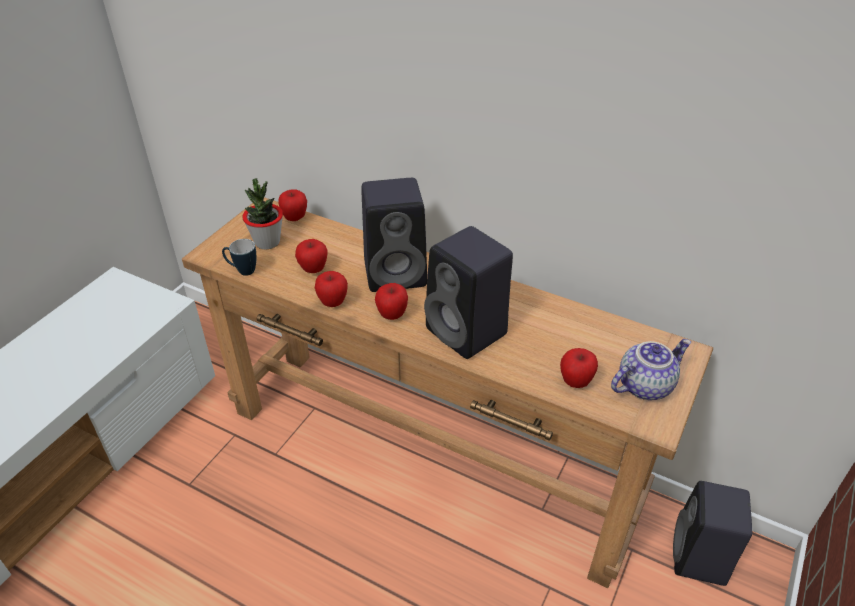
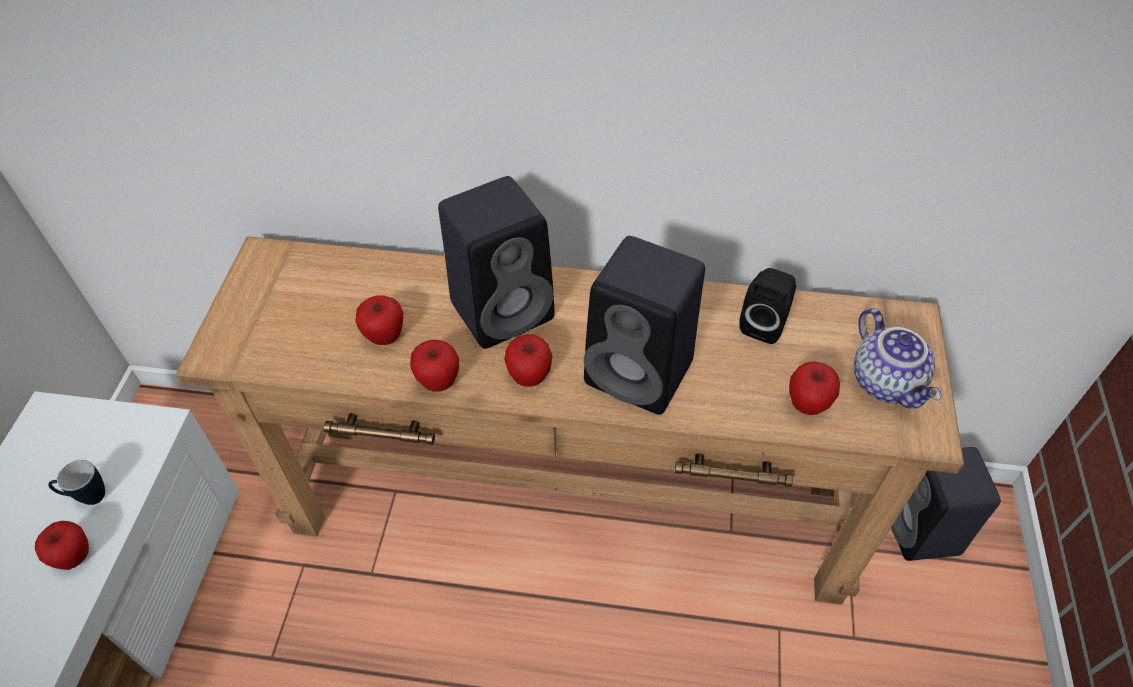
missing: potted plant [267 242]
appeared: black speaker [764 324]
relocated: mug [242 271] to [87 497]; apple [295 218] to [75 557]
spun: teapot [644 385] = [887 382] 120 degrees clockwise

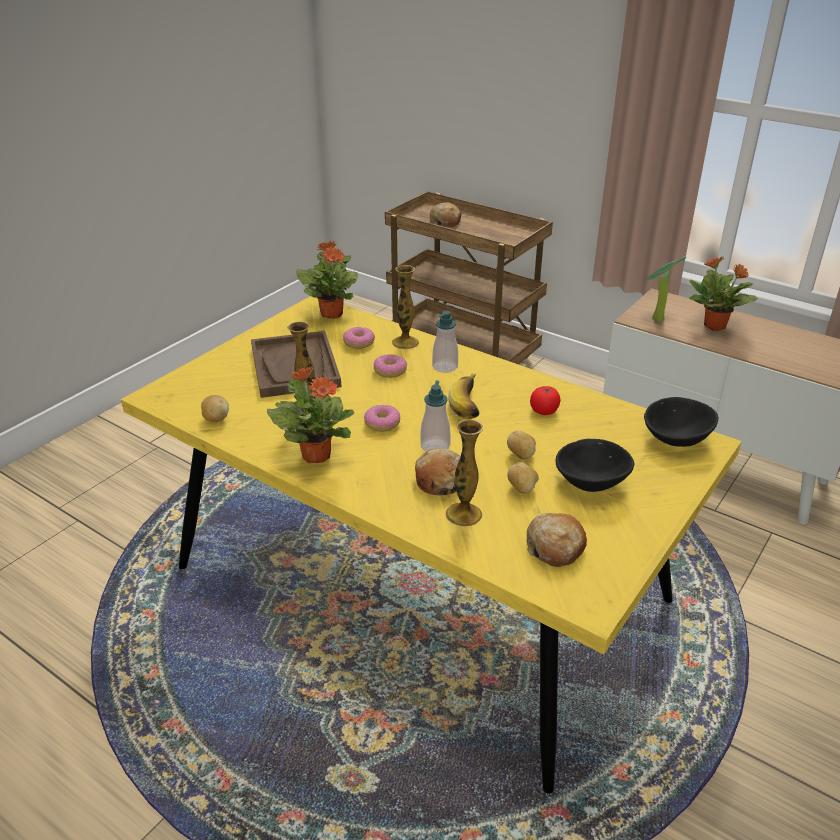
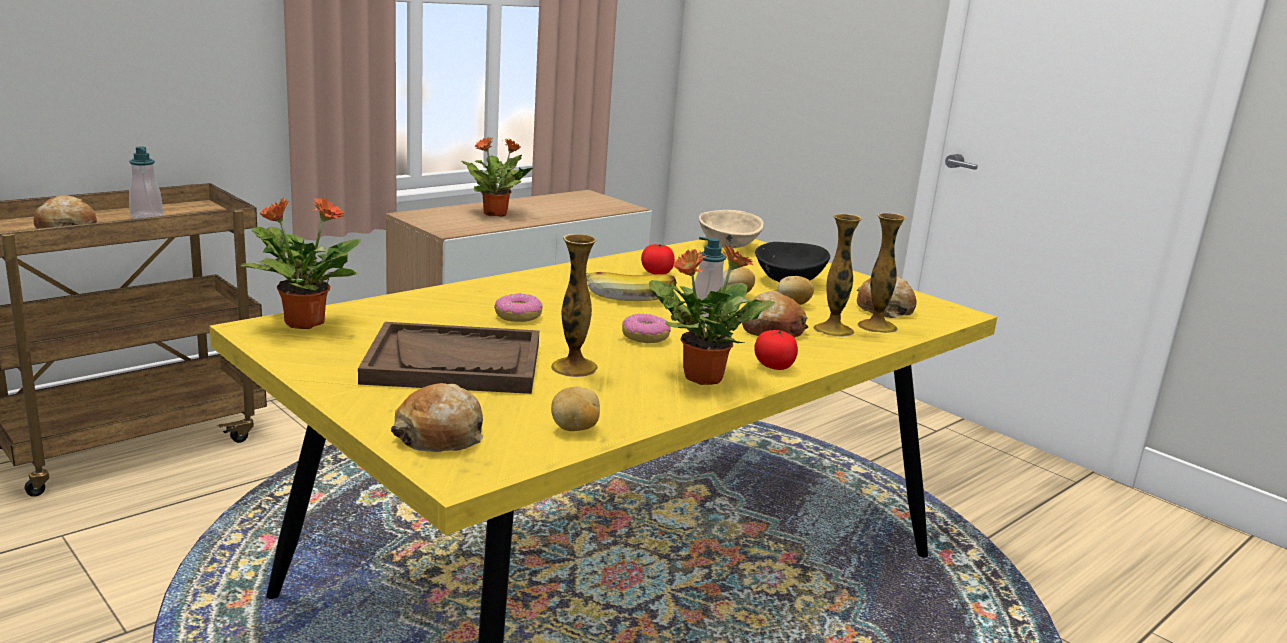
missing: donut [359 343]; potted plant [655 319]
appeared: bread [440 436]; tomato [774 366]
relocated: vase [405 342] to [877 327]; soap dispenser [445 367] to [147 217]
colour: black bowl [676 439] to beige bowl [728 246]

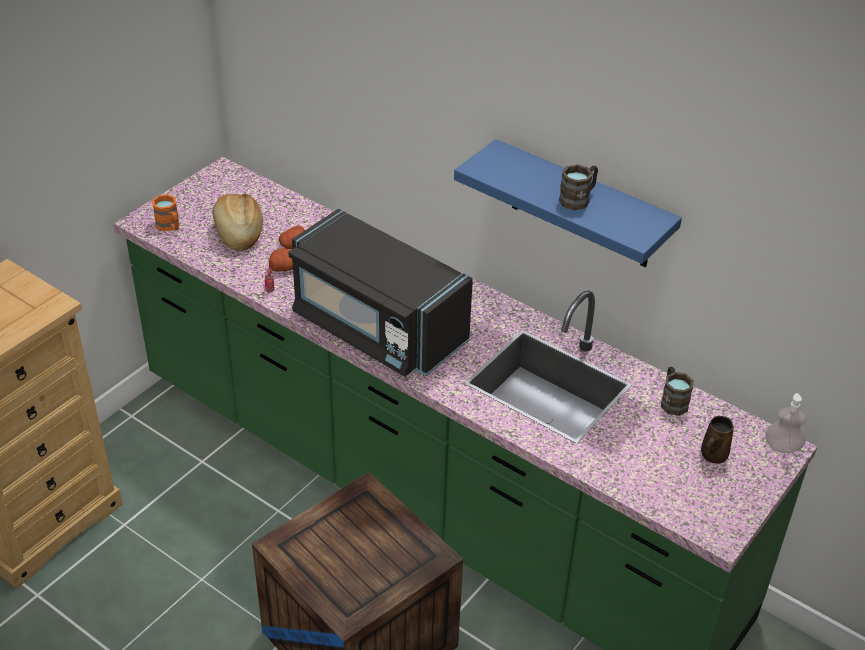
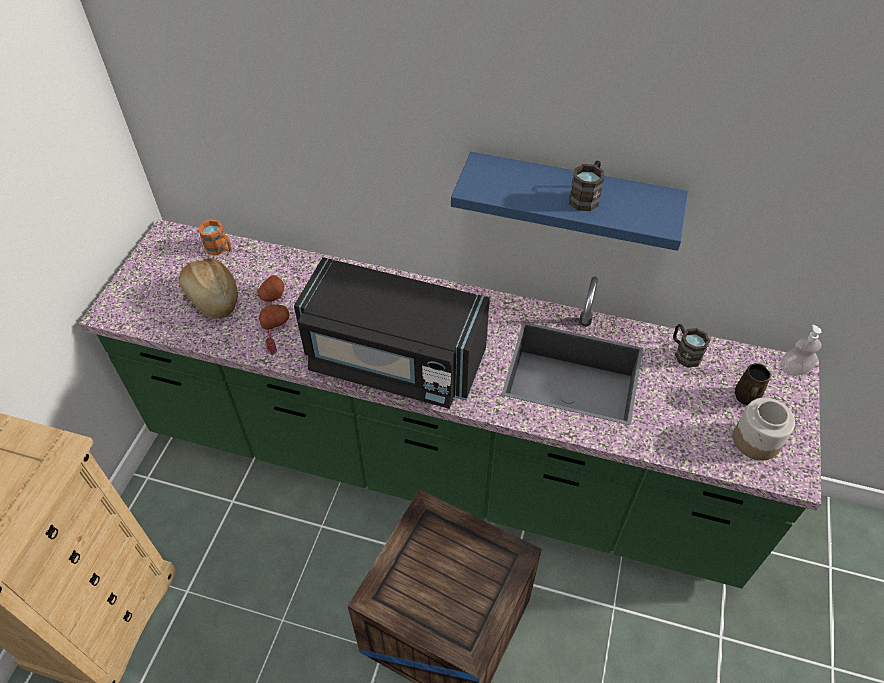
appeared: jar [756 440]
relocated: orange mug [170 226] to [220 249]

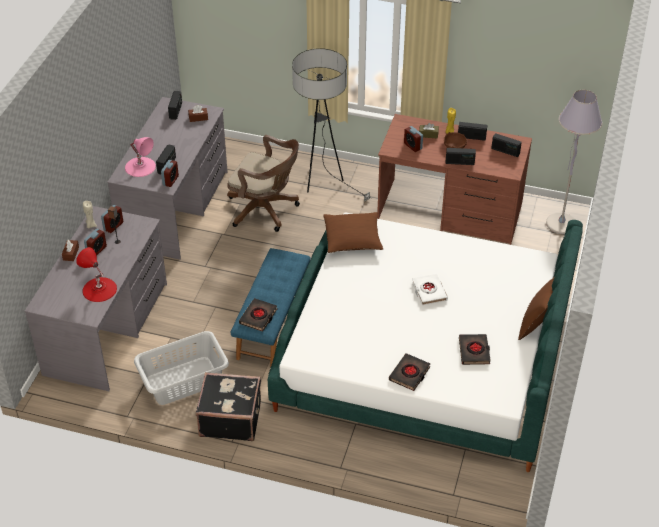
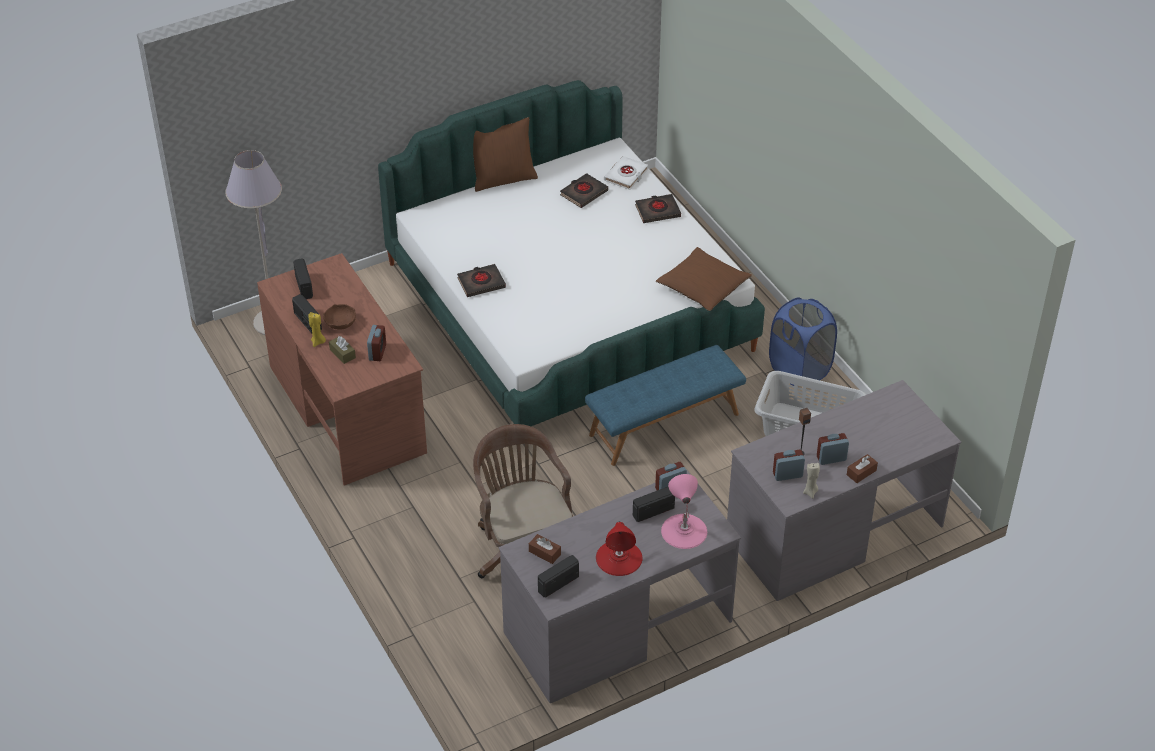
missing: floor lamp [322 183]; radio [459 162]
relocated: red table lamp [99 289] to [619 558]; black book [258 317] to [481 283]; brown pillow [352 239] to [703 287]; white book [429 291] to [626 175]
exchanged: black suitcase [230 418] to blue laundry basket [799 370]

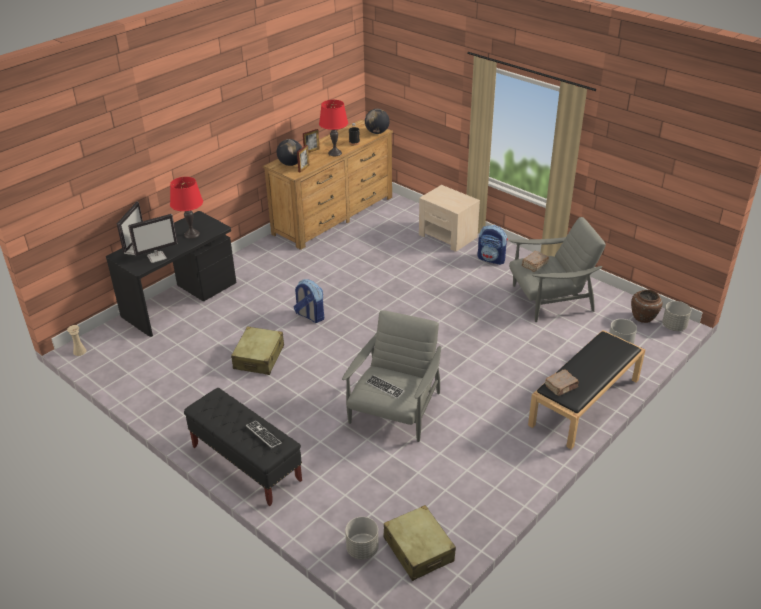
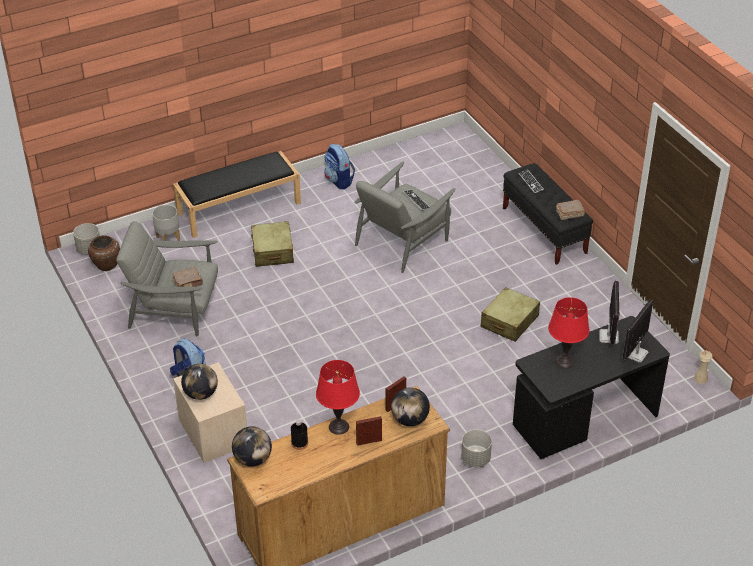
appeared: globe [201 394]
relocated: backpack [310 316] to [339 181]; grey planter [362 549] to [475 459]; beige suitcase [418 549] to [272 251]; brown book [561 387] to [569 214]
spun: monitor [157 257] = [608 336] 105 degrees clockwise

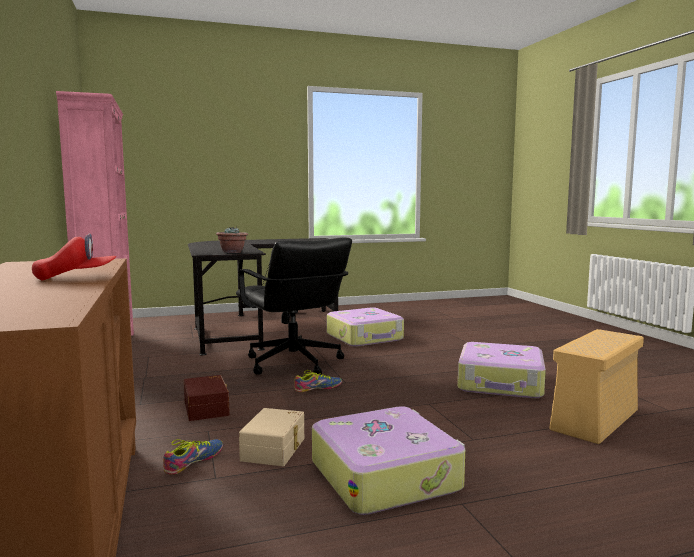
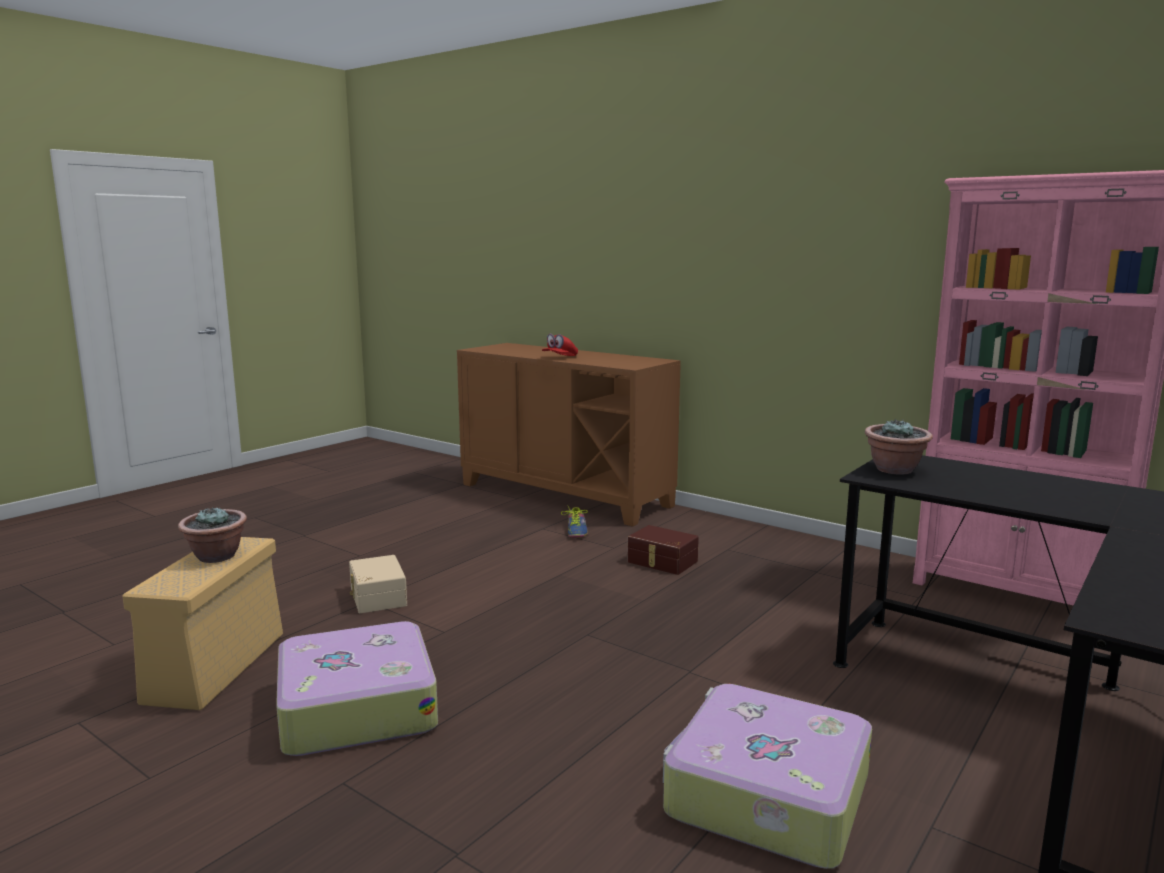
missing: black office chair [293 363]; shoe [318 388]; suitcase [385 475]
appeared: potted plant [216 557]
relocated: beige storage box [275 449] to [376 597]

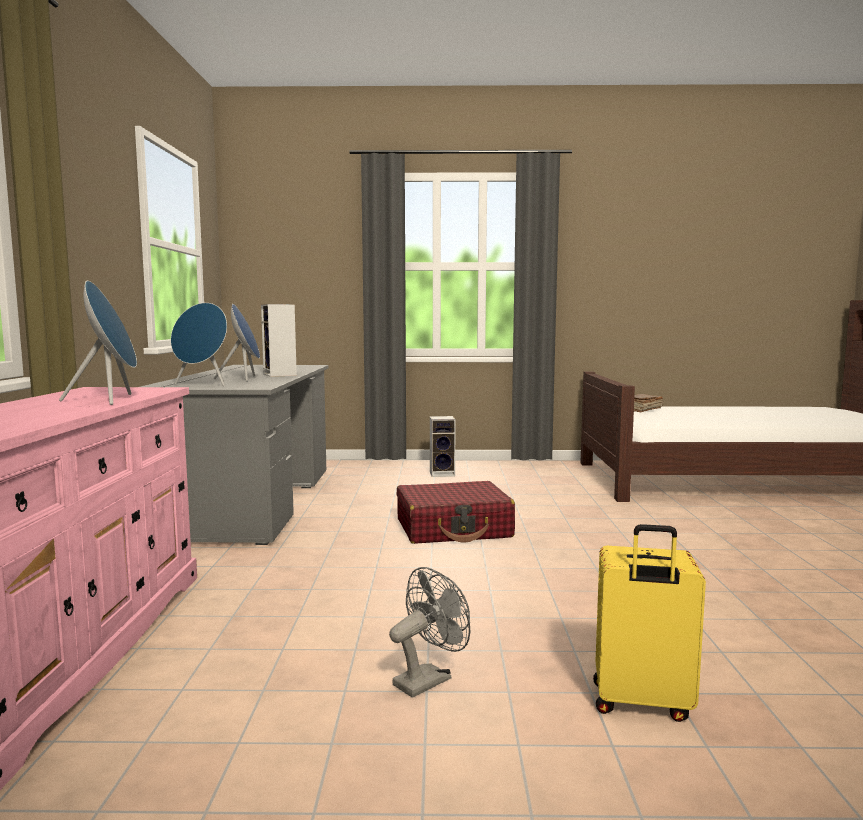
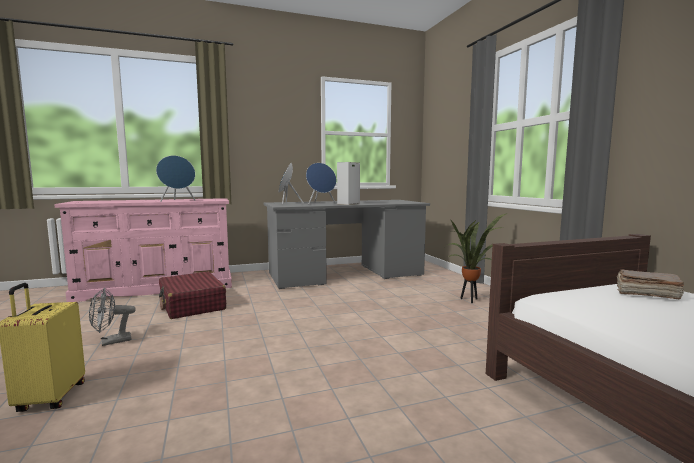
relocated: red suitcase [454 529] to [192 305]
exchanged: speaker [443 473] to potted plant [471 300]
spun: grey fan [428 679] = [111 342] 120 degrees clockwise

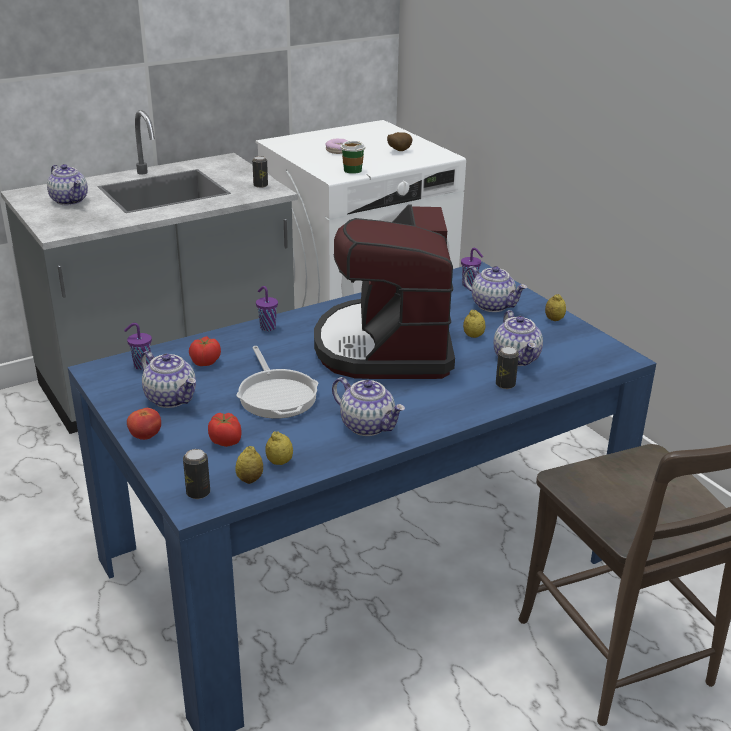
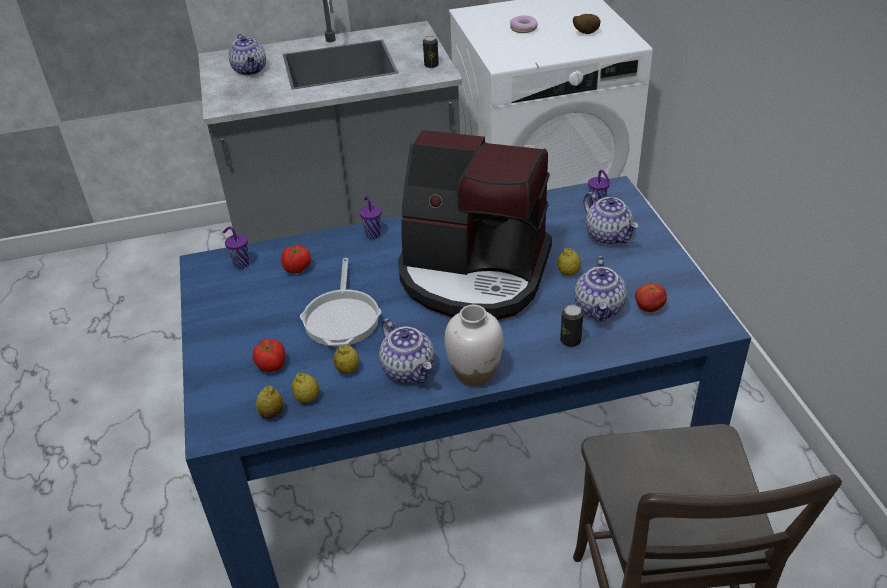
missing: teapot [171 398]; can [198 493]; cup [352 170]
appeared: white vase [474 373]
relocated: tomato [145 436] to [649 308]; lemon [554 319] to [347 370]
spun: coffee machine [386 347] = [474 274] 90 degrees counterclockwise

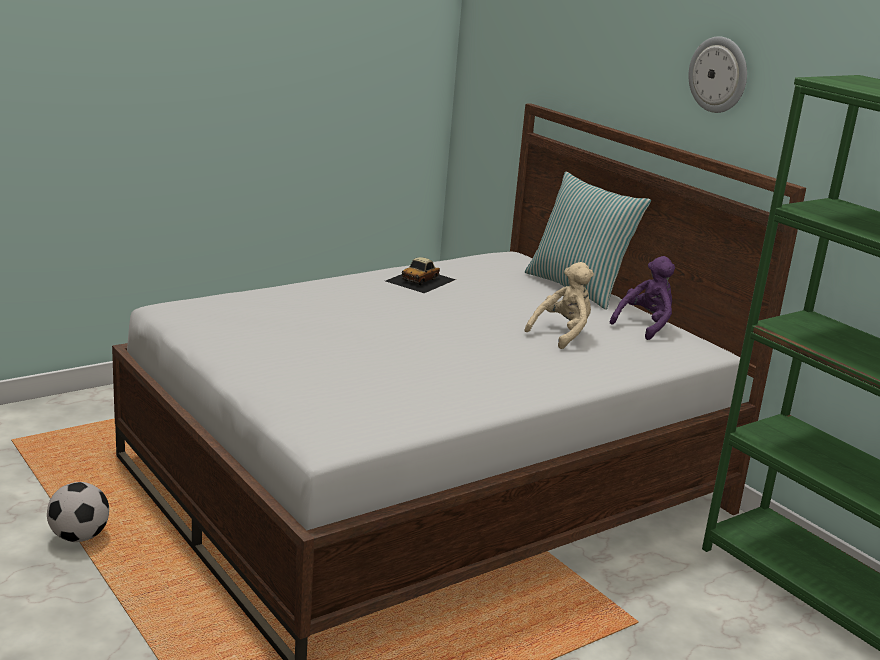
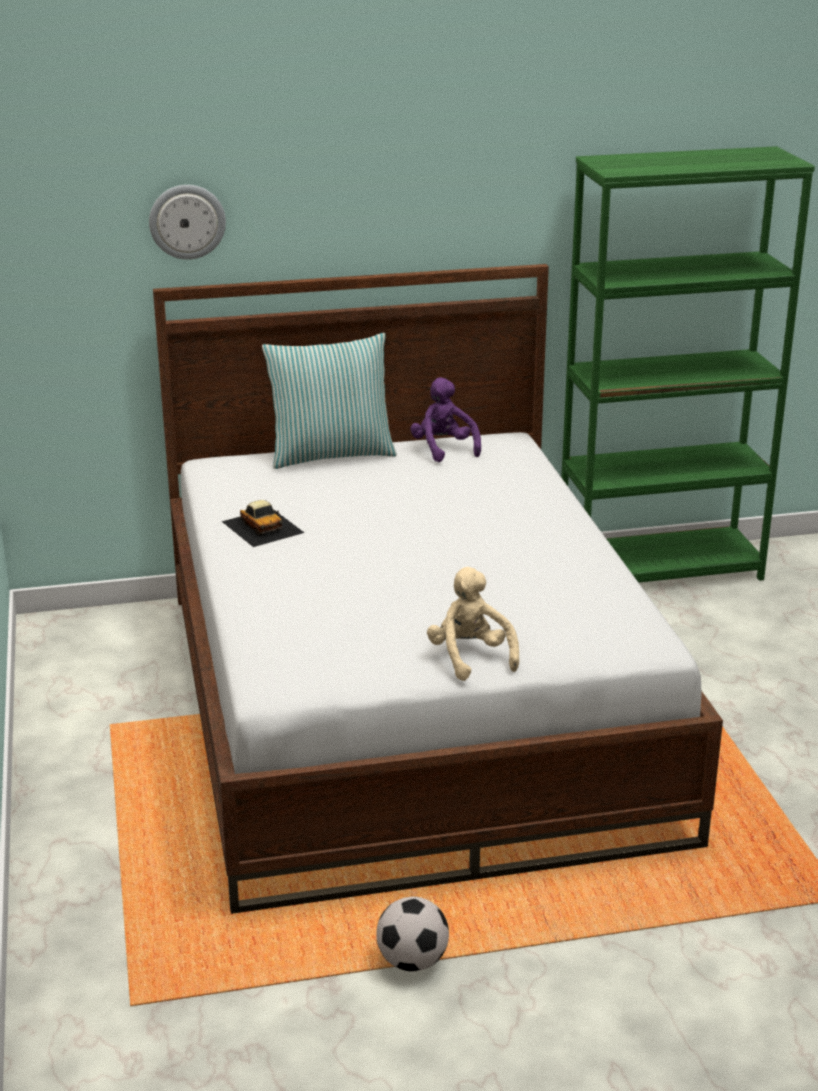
relocated: beige plush toy [562 334] to [470 657]; wall clock [719 74] to [187 221]

